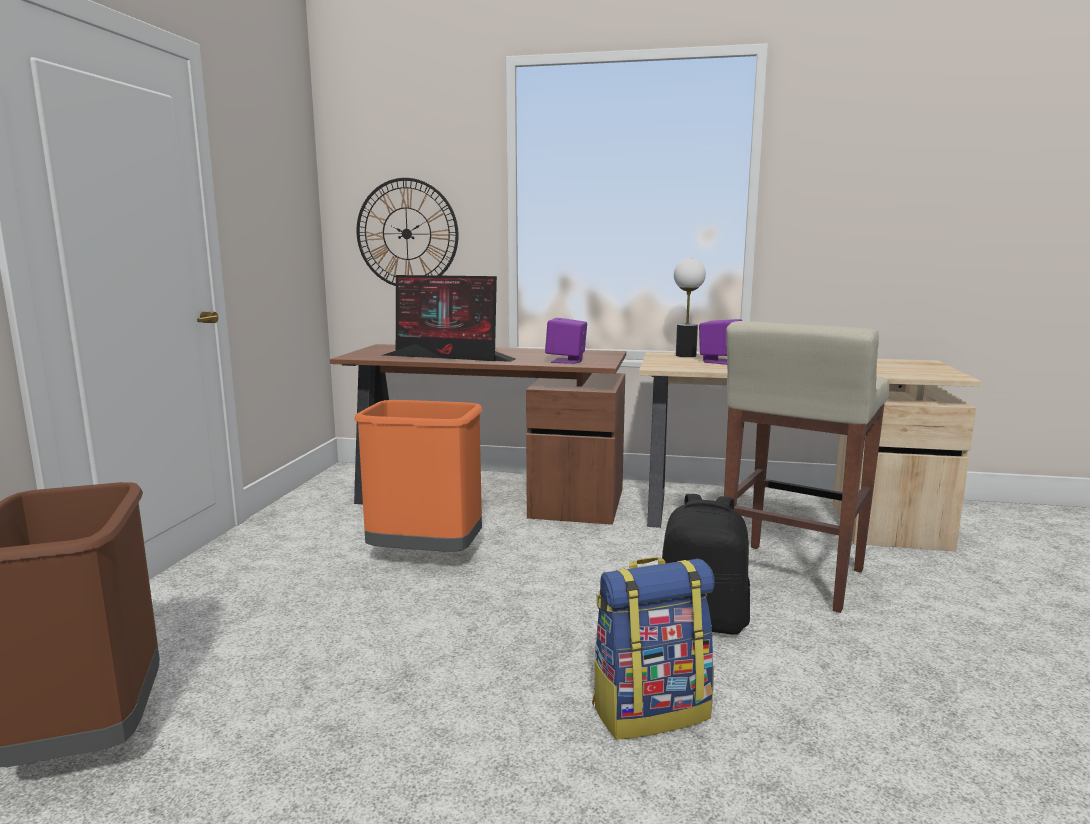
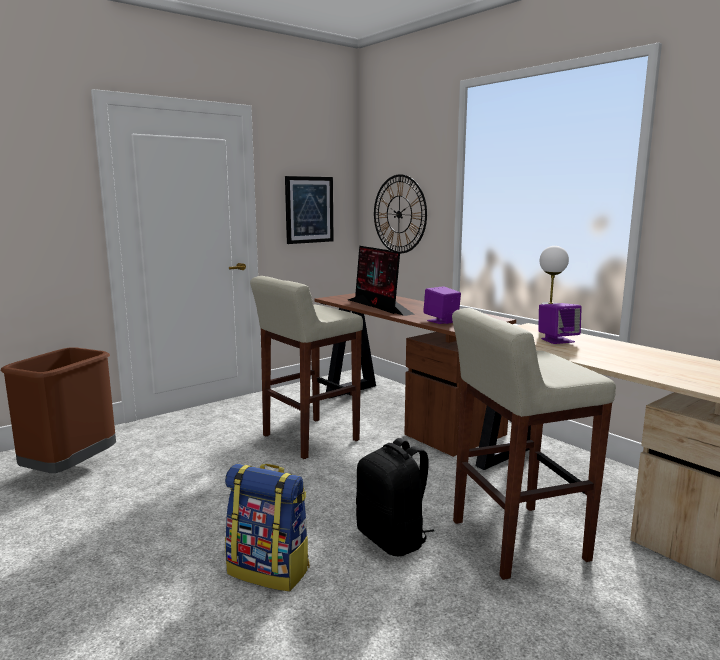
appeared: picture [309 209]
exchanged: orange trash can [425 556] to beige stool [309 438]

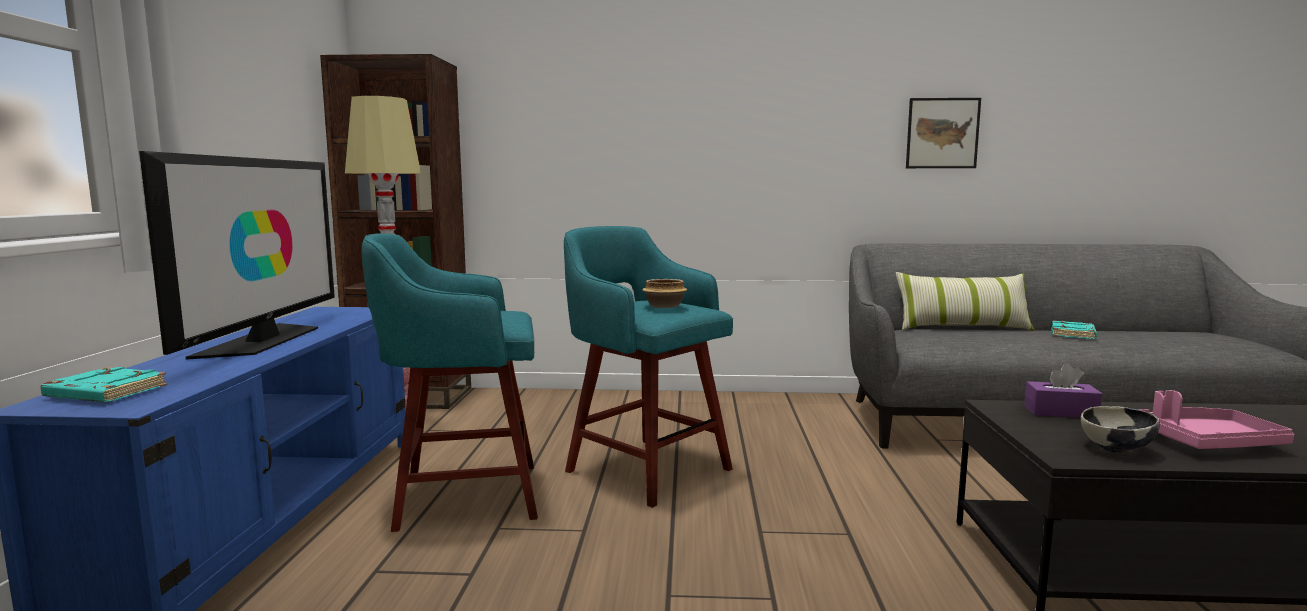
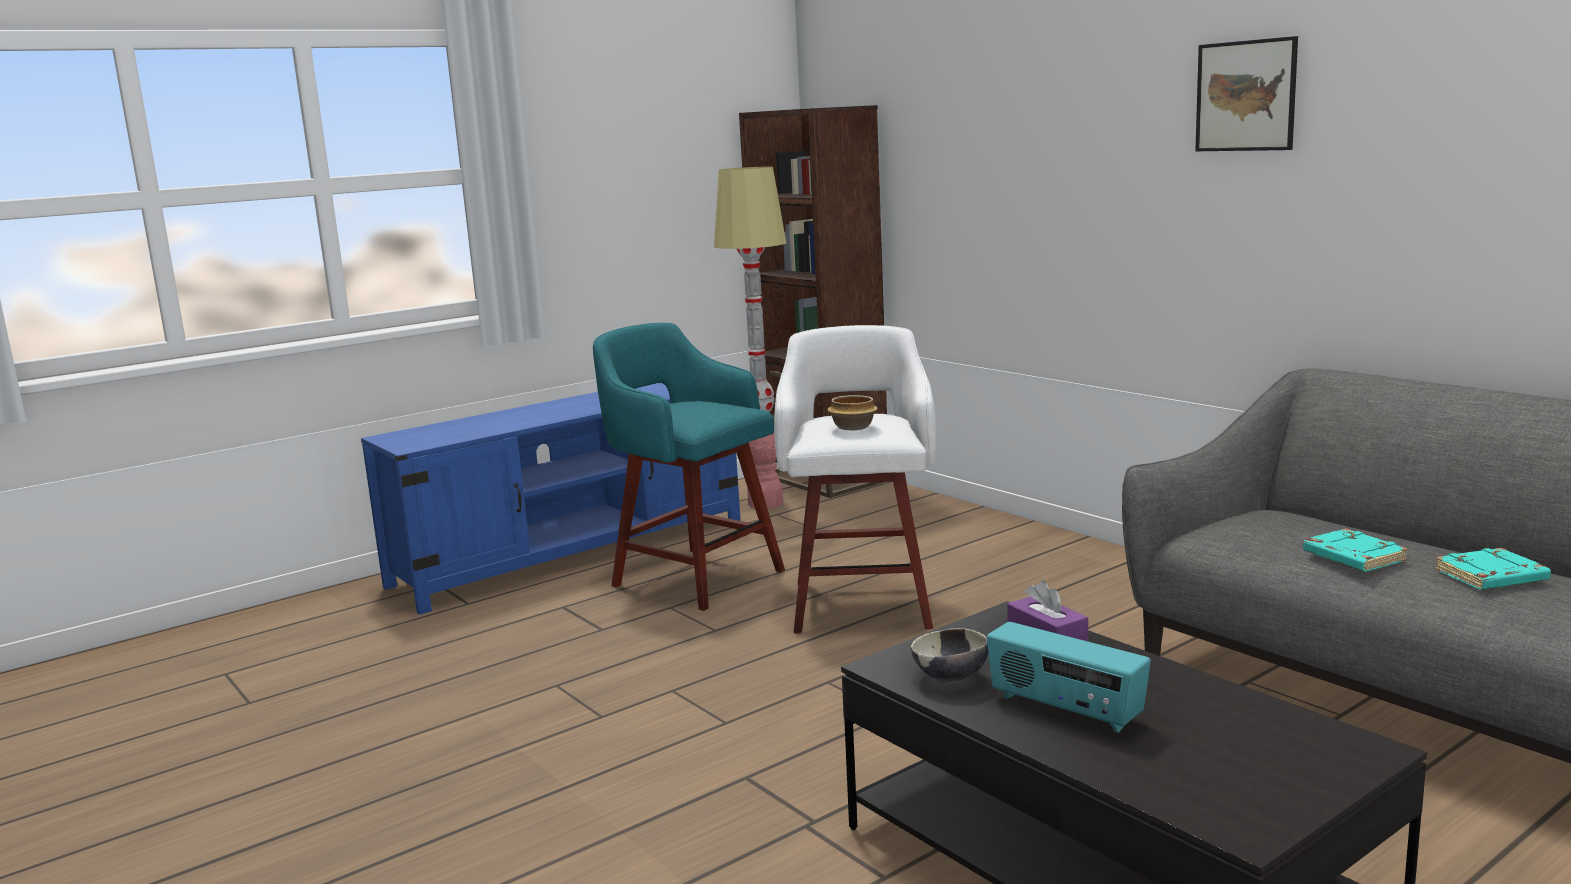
missing: television [263 340]; pillow [962 328]
relocated: turquoise book [104 393] to [1352 557]; picture [942 133] to [1246 96]
exchanged: pink tray [1207 442] to radio [1065 710]
colour: turquoise stool [645 468] to white stool [862 602]

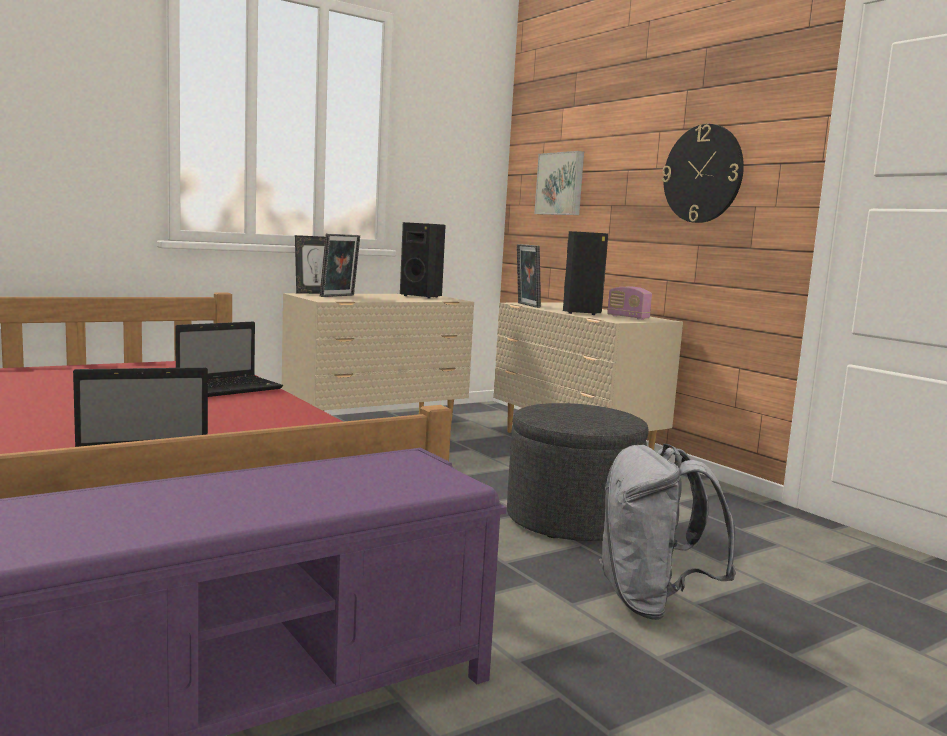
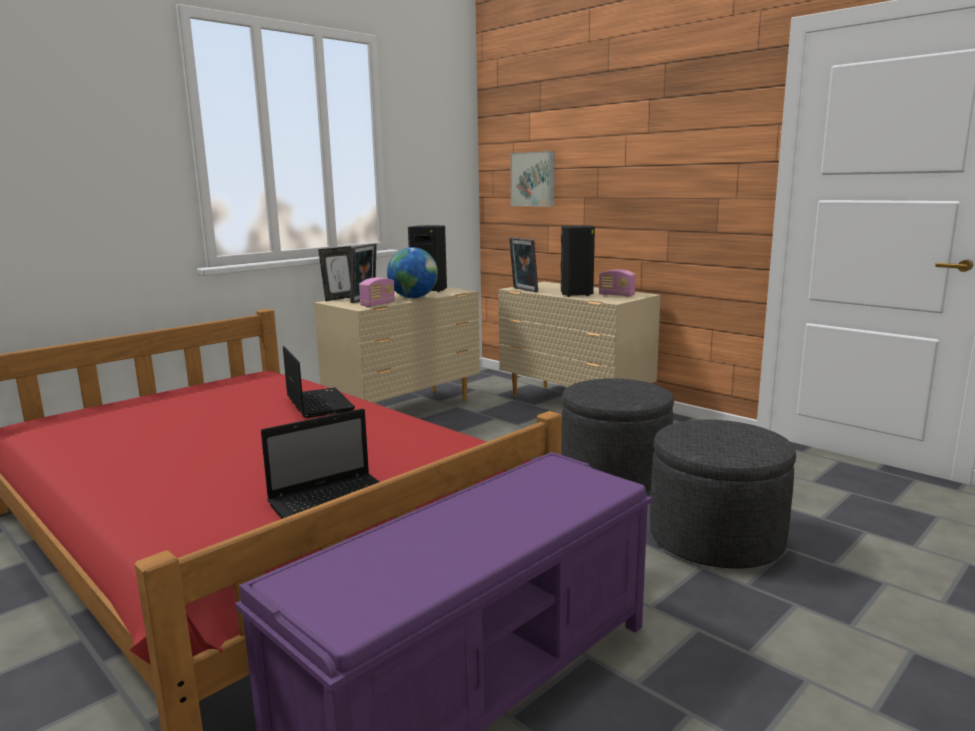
missing: wall clock [703 174]
appeared: radio [378 305]; globe [413 298]
exchanged: grey backpack [652 603] to grey ottoman [715 538]
spun: laptop [231 388] = [318 404] 60 degrees counterclockwise

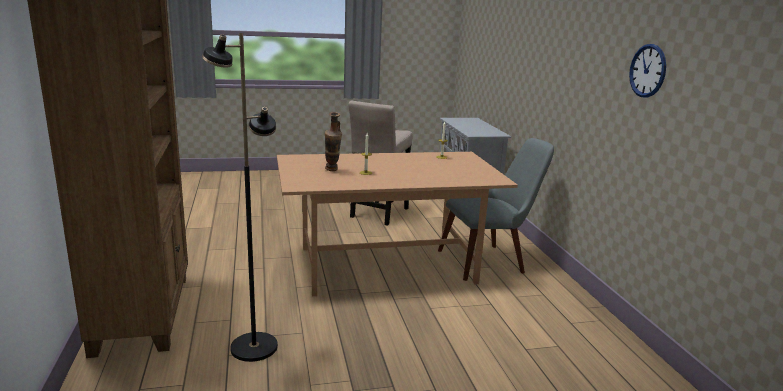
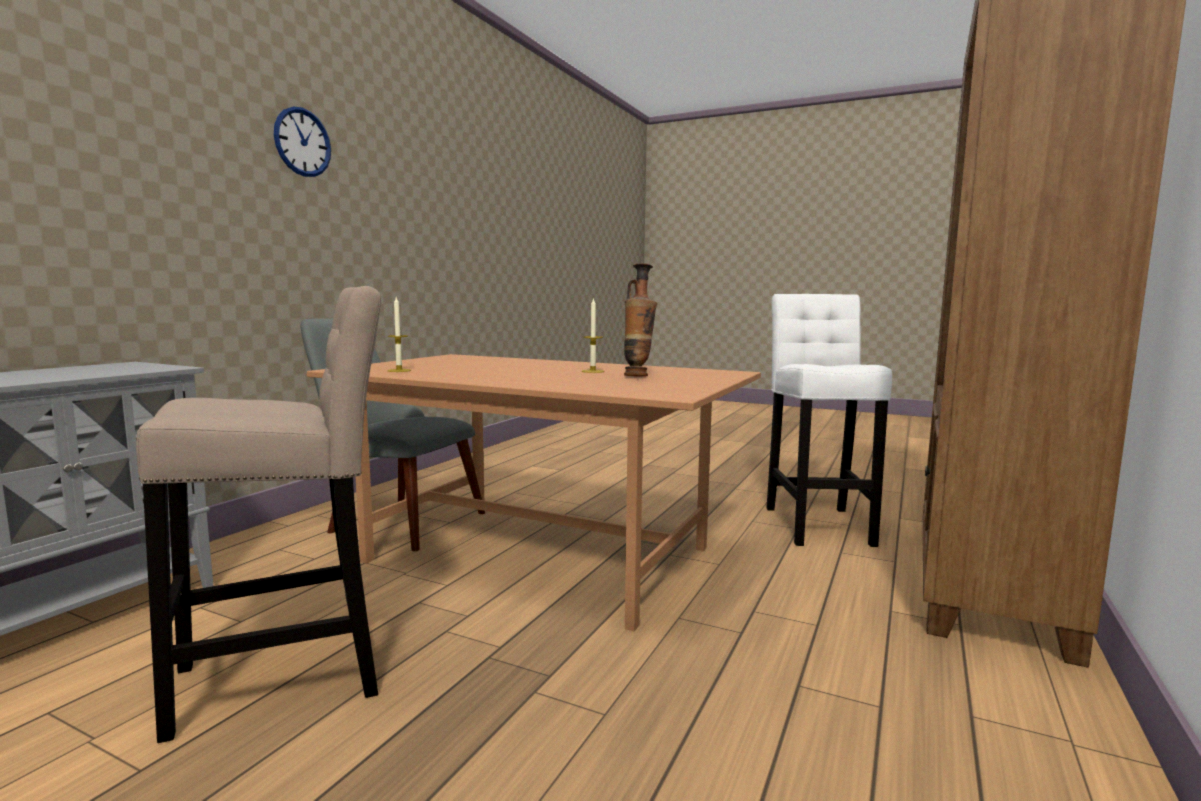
relocated: wall clock [647 71] to [302 142]
exchanged: black floor lamp [253 347] to white stool [817 523]

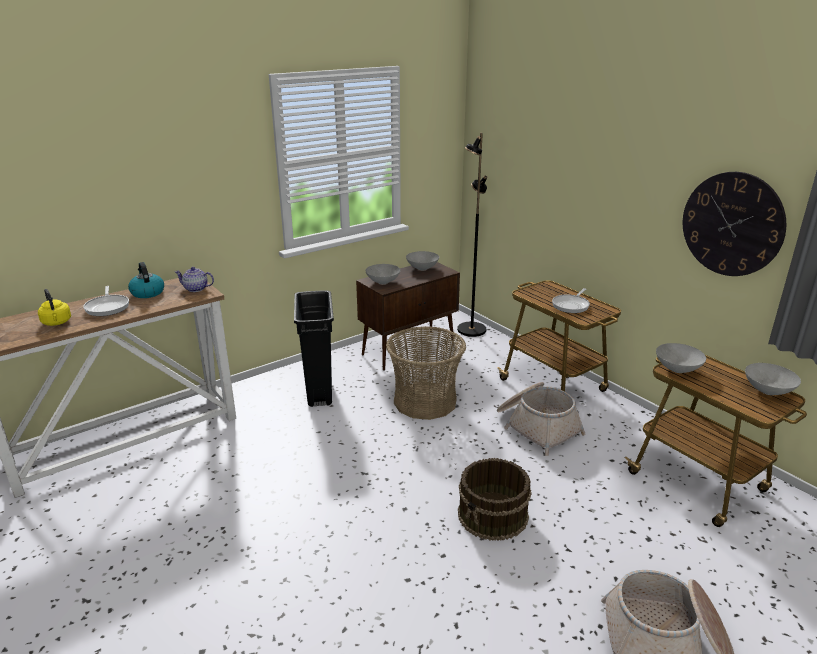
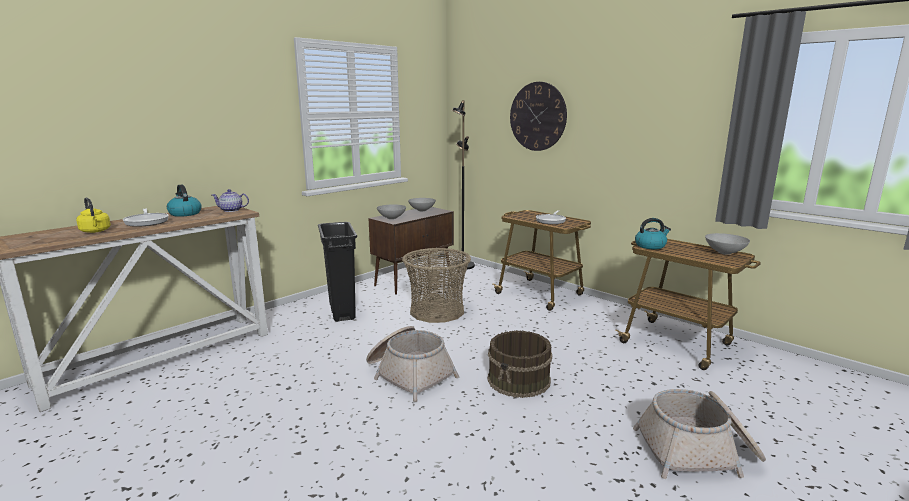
relocated: basket [536 427] to [409 374]; wall clock [732 224] to [537 116]
exchanged: grey bowl [676 369] to kettle [650 246]

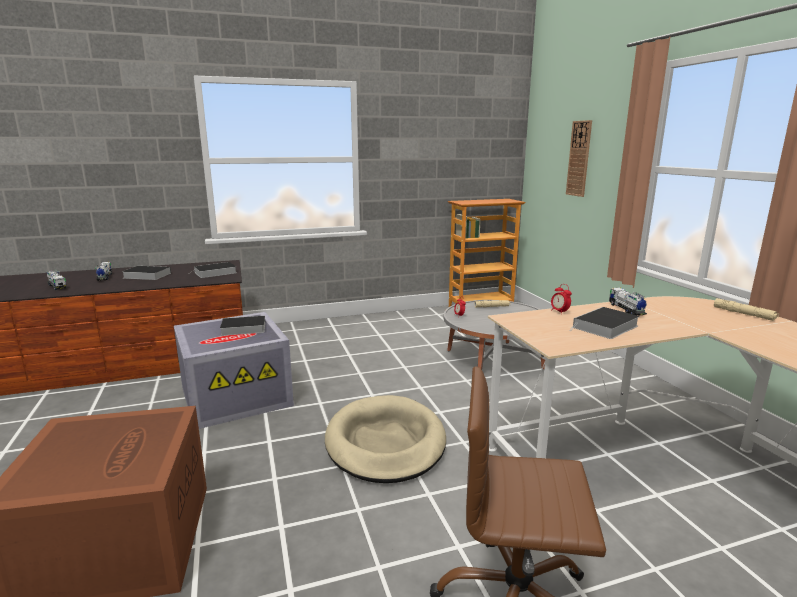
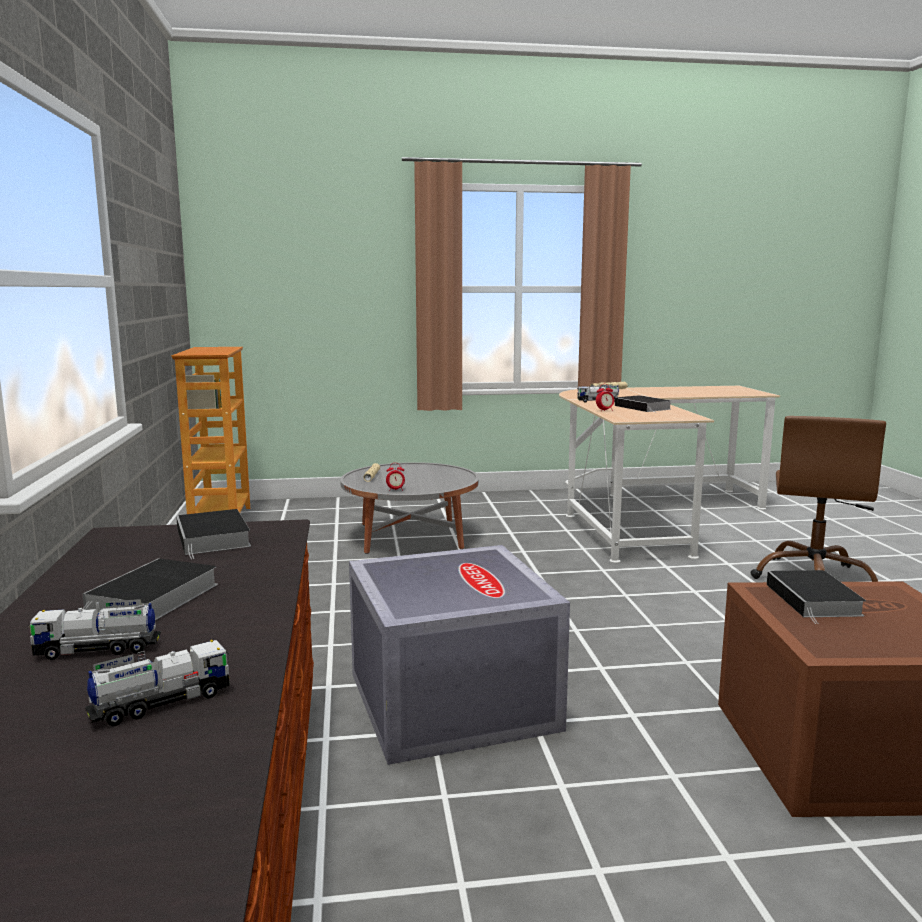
missing: beige dog bed [385 443]; wall clock [579 158]
relocated: book [242 329] to [815 601]

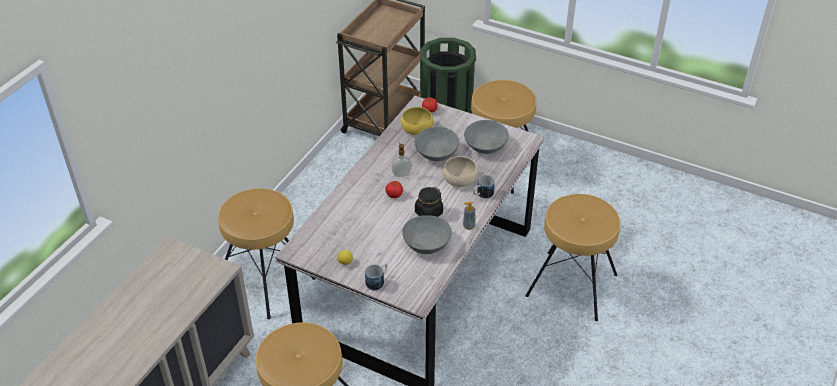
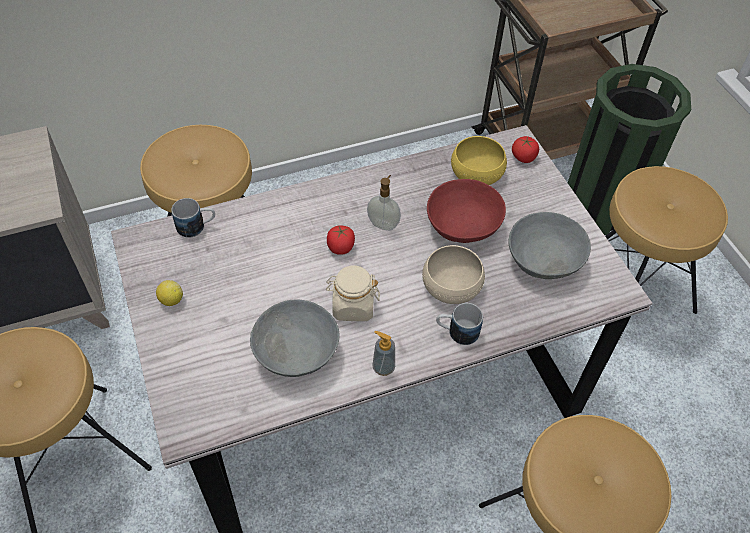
relocated: mug [377 281] to [197 227]
colour: grey bowl [436 153] to red bowl [463 225]; black jar [428 213] to beige jar [352 306]

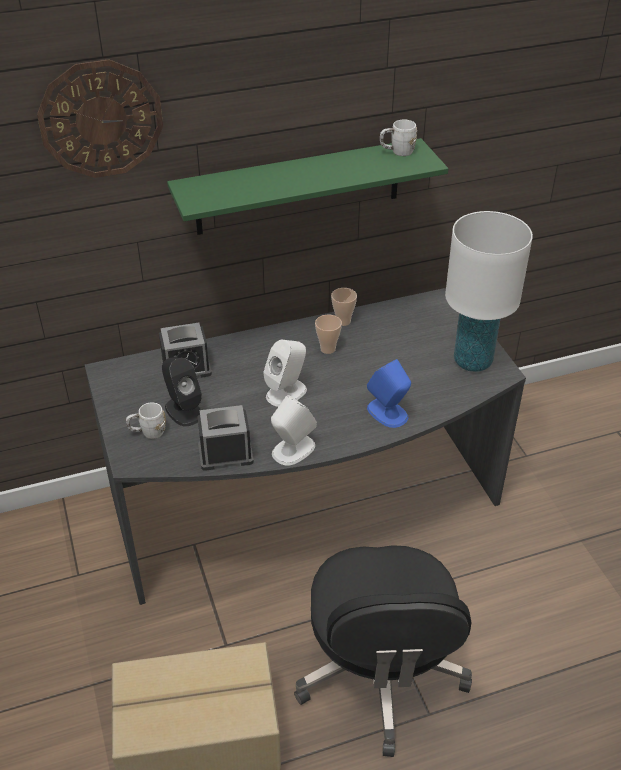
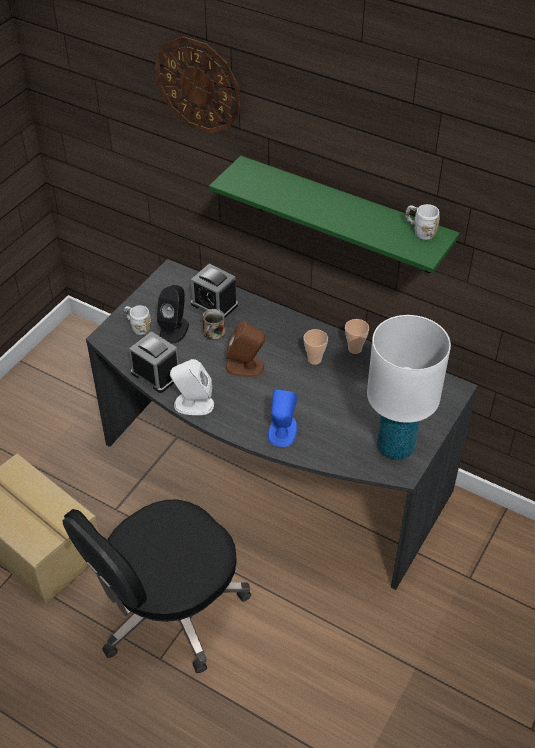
appeared: mug [213 333]
colour: white speaker [286 392] to brown speaker [245 367]

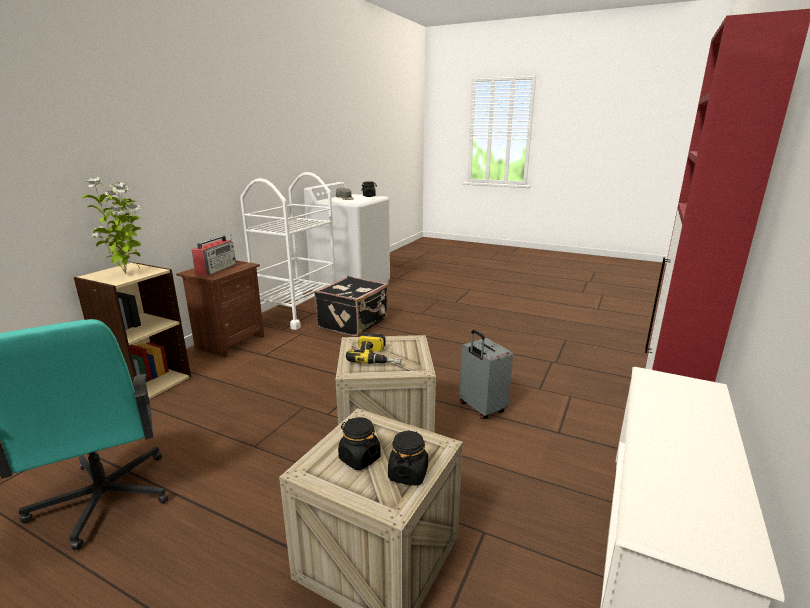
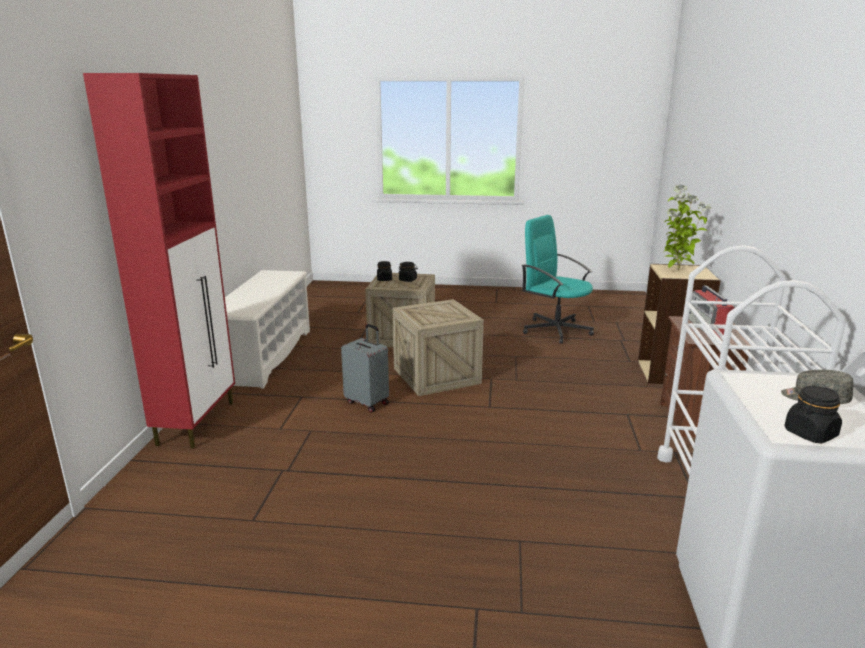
missing: black suitcase [354 323]; power drill [377 357]

